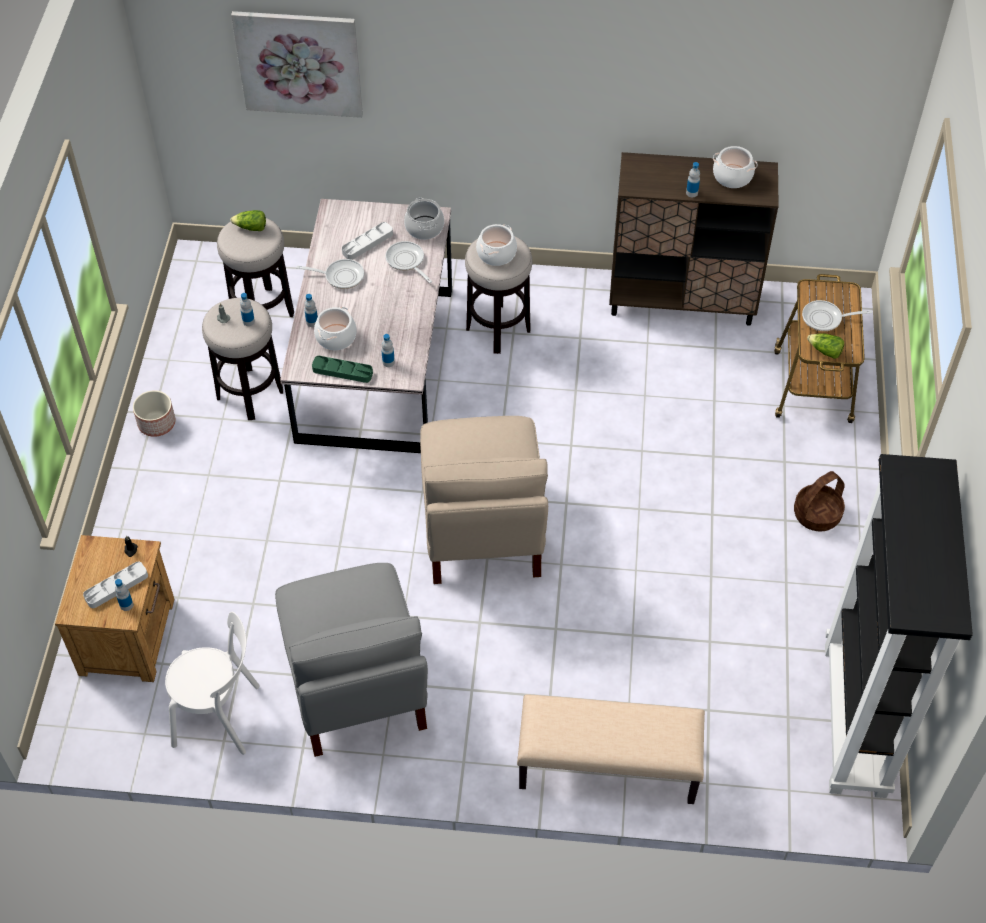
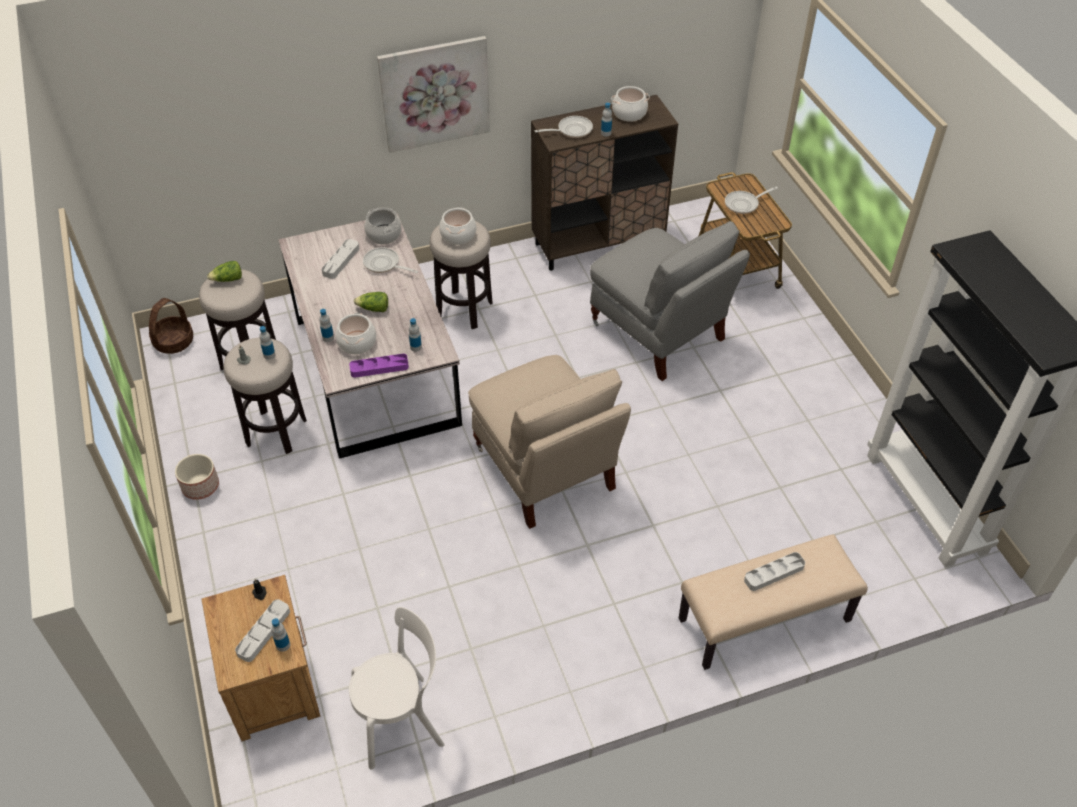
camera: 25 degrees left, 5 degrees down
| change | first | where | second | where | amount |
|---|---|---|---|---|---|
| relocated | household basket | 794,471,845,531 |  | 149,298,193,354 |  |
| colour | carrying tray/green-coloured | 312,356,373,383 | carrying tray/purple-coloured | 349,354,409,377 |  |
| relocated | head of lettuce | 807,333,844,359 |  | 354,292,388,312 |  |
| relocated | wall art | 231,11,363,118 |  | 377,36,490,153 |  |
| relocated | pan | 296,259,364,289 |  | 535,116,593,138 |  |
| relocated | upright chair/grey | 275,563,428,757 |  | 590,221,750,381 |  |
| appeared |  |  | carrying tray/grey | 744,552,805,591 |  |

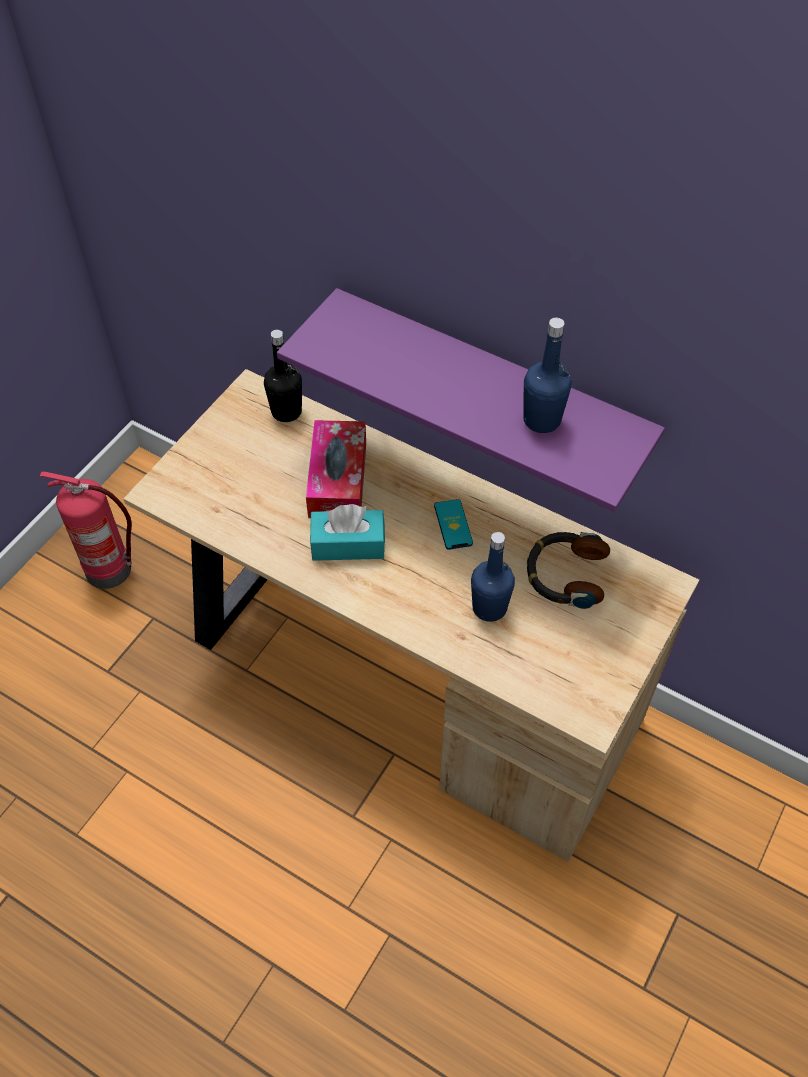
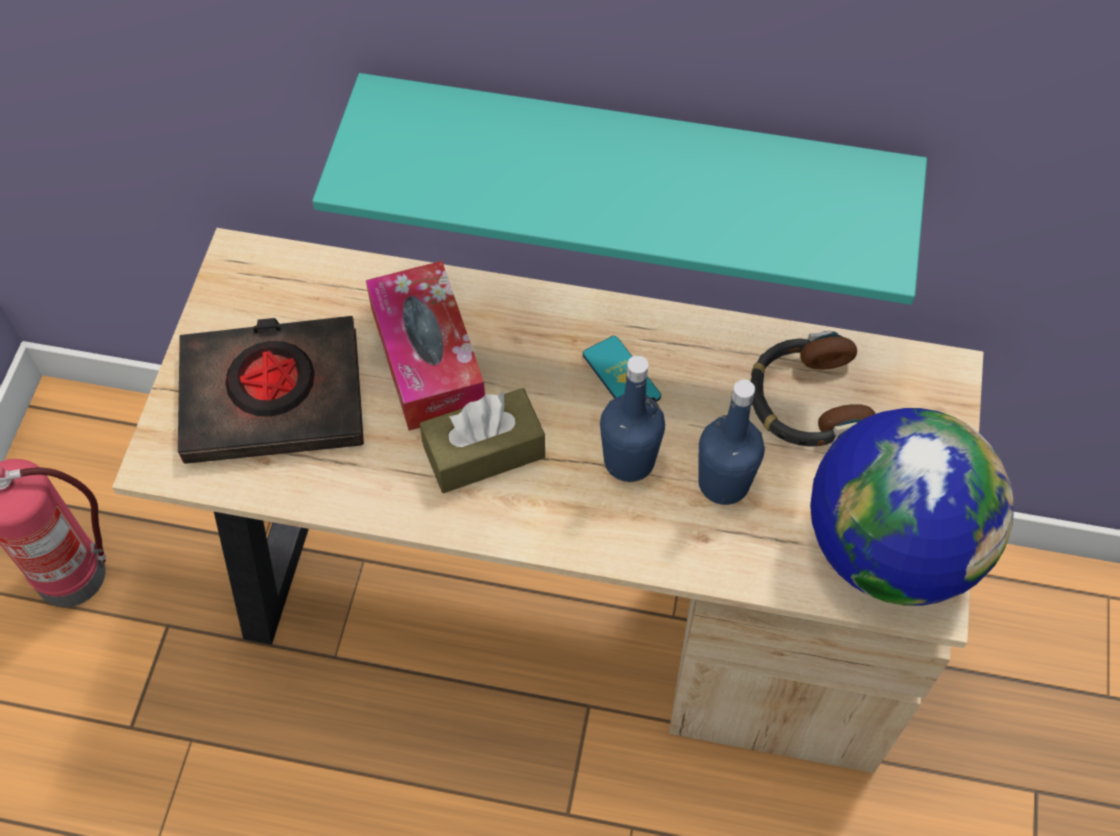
camera: 20 degrees left, 5 degrees up
| change | first | where | second | where | amount |
|---|---|---|---|---|---|
| appeared |  |  | book/black-coloured | 178,316,364,464 |  |
| colour | shelf/purple-coloured | 277,288,665,512 | shelf/blue-green | 312,73,927,305 |  |
| colour | box of tissues/blue-green | 310,504,385,561 | box of tissues/brown-coloured | 420,388,545,493 |  |
| relocated | beverage bottle/blue | 523,318,572,433 |  | 600,355,665,482 |  |
| appeared |  |  | globe | 810,408,1014,606 |  |
| missing | beverage bottle/black-coloured | 264,330,302,422 |  |  |  |

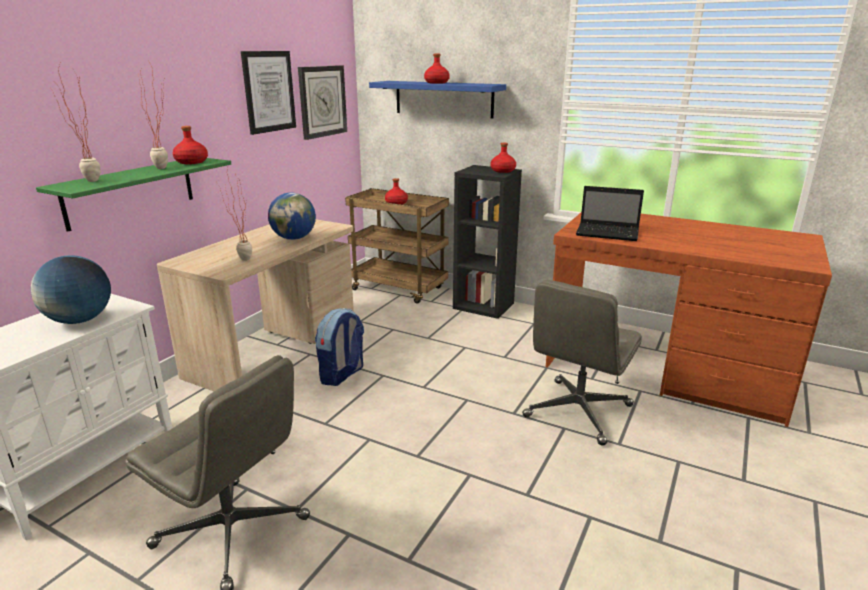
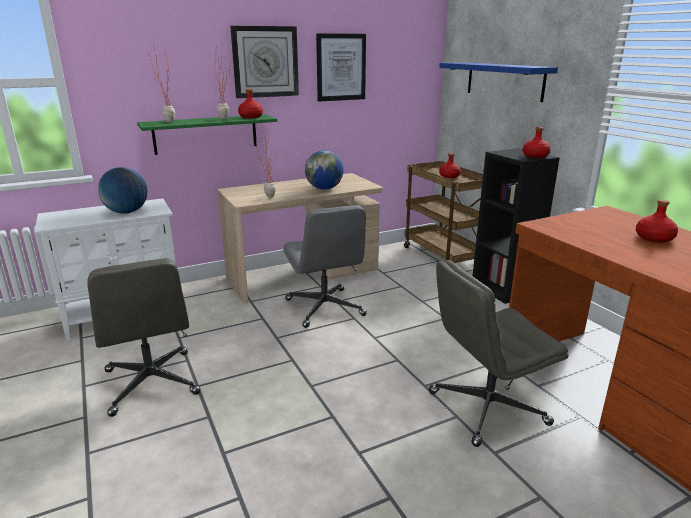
camera: 35 degrees right, 0 degrees up
| change | first | where | second | where | amount |
|---|---|---|---|---|---|
| relocated | hanging clock | 298,65,347,140 |  | 230,26,299,98 |  |
| exchanged | knapsack | 315,308,364,386 | office chair/grey | 283,205,367,328 |  |
| relocated | beverage bottle/reddish | 424,54,450,84 |  | 636,200,678,243 |  |
| missing | laptop | 576,186,644,241 |  |  |  |

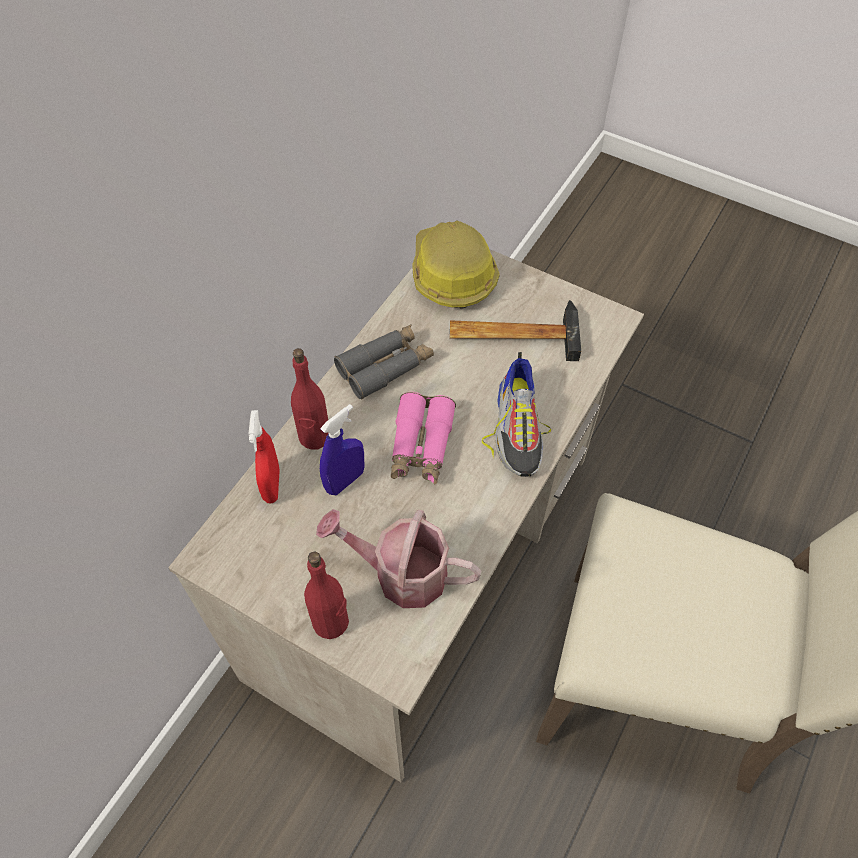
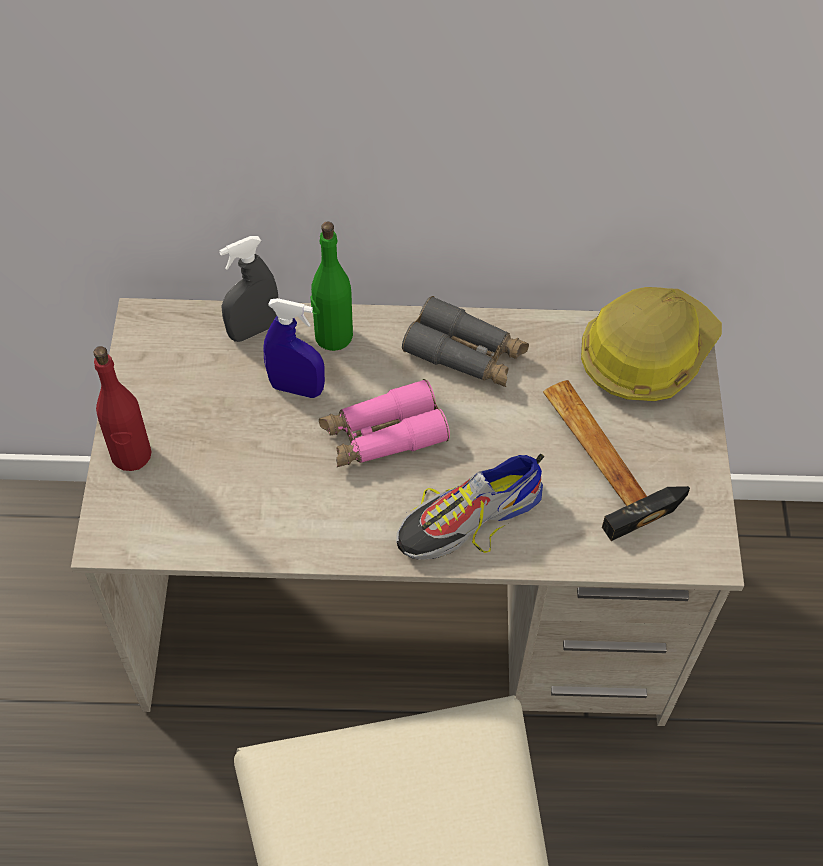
camera: 60 degrees right, 0 degrees up
| change | first | where | second | where | amount |
|---|---|---|---|---|---|
| colour | spray bottle/reddish | 248,410,280,503 | spray bottle/grey | 219,236,278,342 |  |
| colour | beverage bottle/reddish | 291,348,328,450 | beverage bottle/green-coloured | 310,222,353,351 |  |
| missing | watering can | 316,509,482,608 |  |  |  |

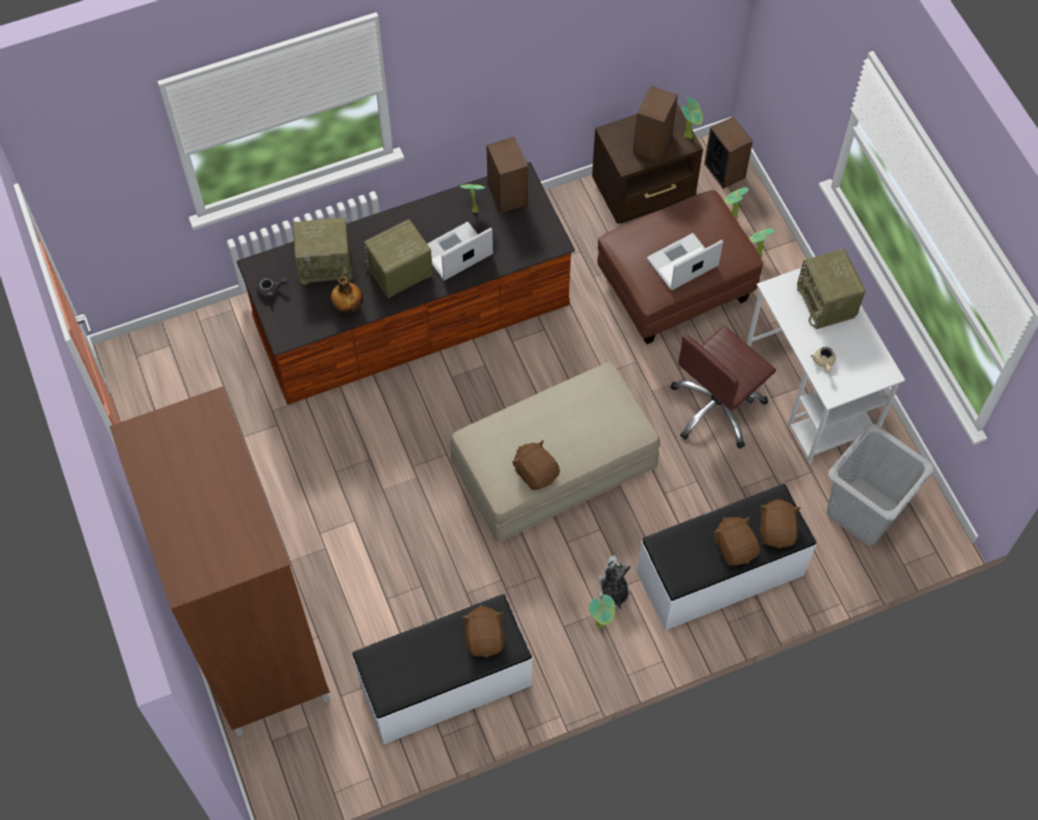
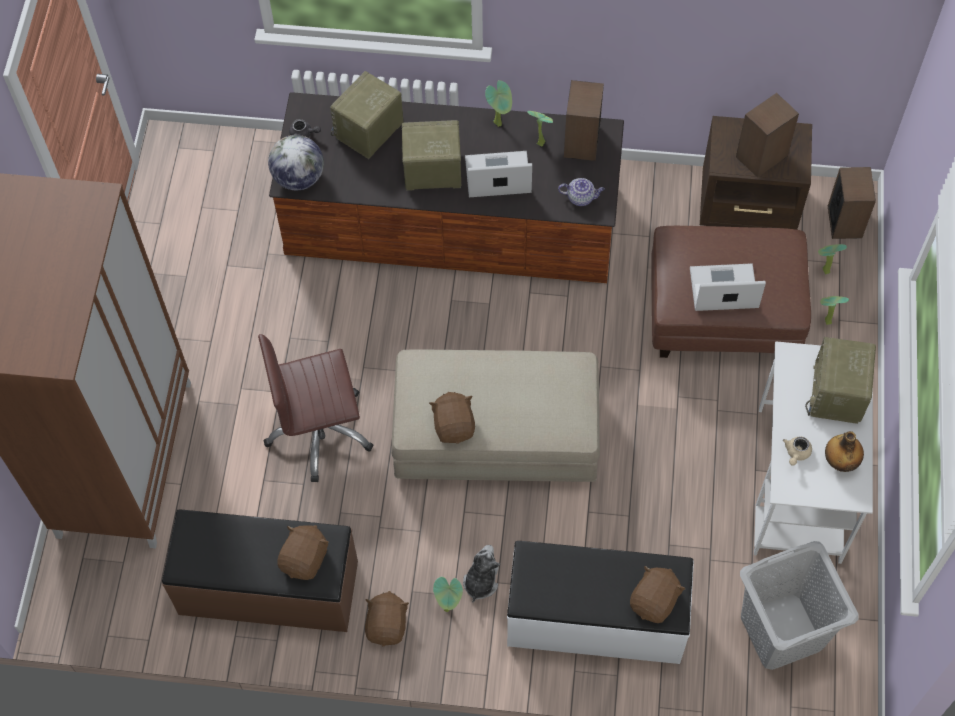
camera: 30 degrees right, 0 degrees up
| change | first | where | second | where | amount |
|---|---|---|---|---|---|
| colour | bench/white | 352,594,533,744 | bench/brown-coloured | 162,509,358,632 |  |
| relocated | office chair/brown-coloured | 670,326,776,449 |  | 258,334,374,482 |  |
| appeared |  |  | globe | 268,135,324,190 |  |
| spun | radio | 293,217,355,285 |  | 330,71,404,159 | 105 degrees clockwise |
| relocated | cuddly toy/brown-coloured | 713,517,760,566 |  | 365,591,409,646 |  |
| relocated | plant in a pot | 682,97,703,139 |  | 485,80,512,127 |  |
| appeared |  |  | pot for tea | 558,178,605,206 |  |
| relocated | beverage bottle | 331,277,363,313 |  | 825,431,864,472 |  |

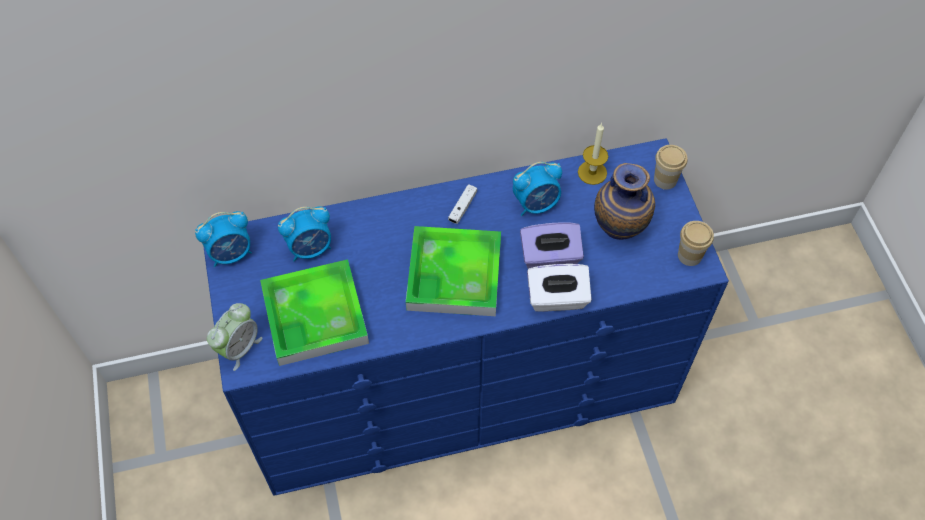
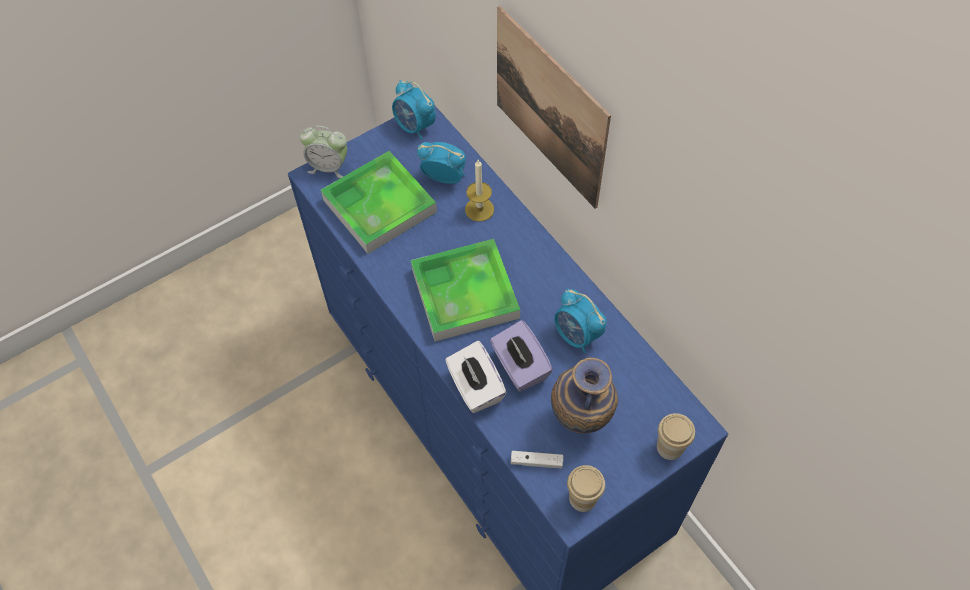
camera: 70 degrees right, 0 degrees up
| change | first | where | second | where | amount |
|---|---|---|---|---|---|
| spun | bedside clock | 278,206,331,262 |  | 417,142,466,184 | 150 degrees clockwise |
| relocated | candle | 578,123,608,185 |  | 465,160,494,222 |  |
| appeared |  |  | wall art | 497,6,611,209 |  |
| relocated | joypad/white | 448,184,477,224 |  | 511,451,563,468 |  |

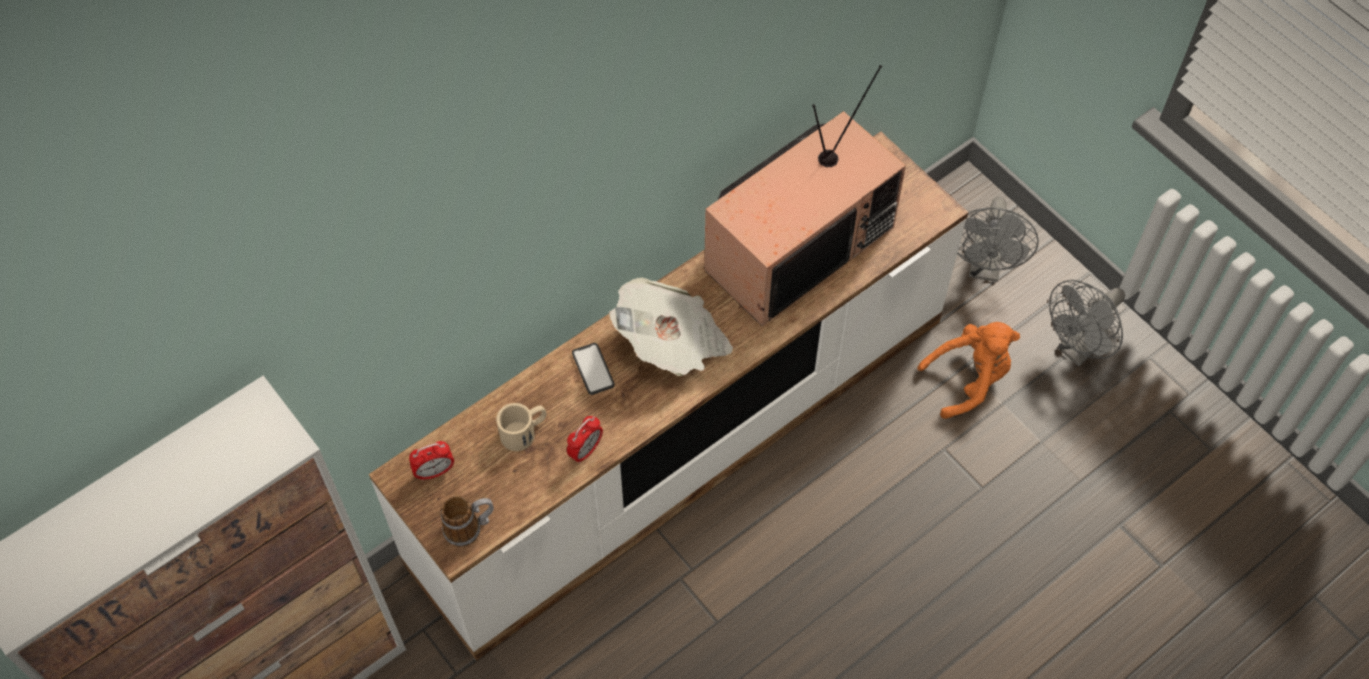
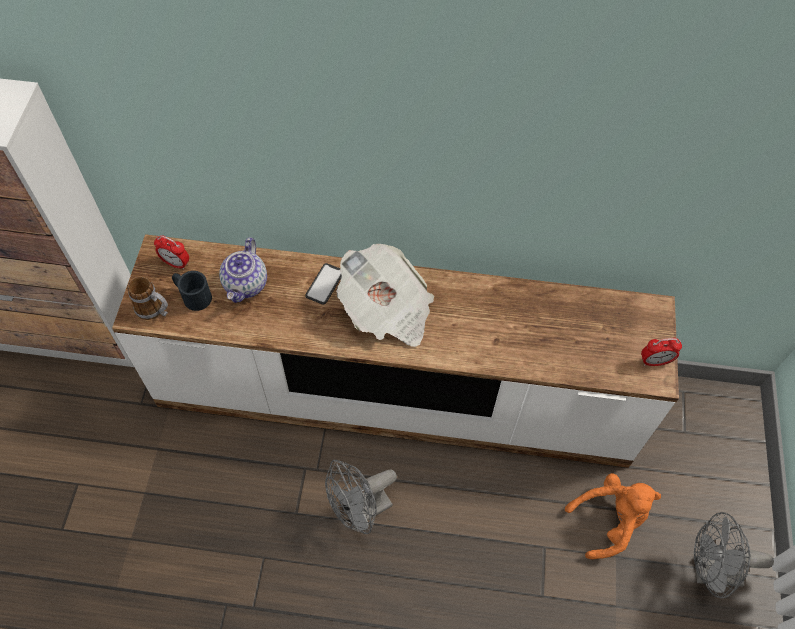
camera: 45 degrees right, 0 degrees up
| change | first | where | second | where | amount |
|---|---|---|---|---|---|
| appeared |  |  | mug/black-coloured | 172,271,212,311 |  |
| exchanged | mug/sand-coloured | 496,403,546,451 | pot for tea | 219,237,267,303 |  |
| relocated | fan/grey | 957,197,1039,282 |  | 325,460,397,534 |  |
| spun | cuddly toy/orangey | 917,322,1020,419 |  | 565,473,661,559 | 45 degrees counterclockwise |
| relocated | bedside clock | 567,416,603,463 |  | 641,338,682,366 |  |
| missing | TV set | 704,65,906,326 |  |  |  |

